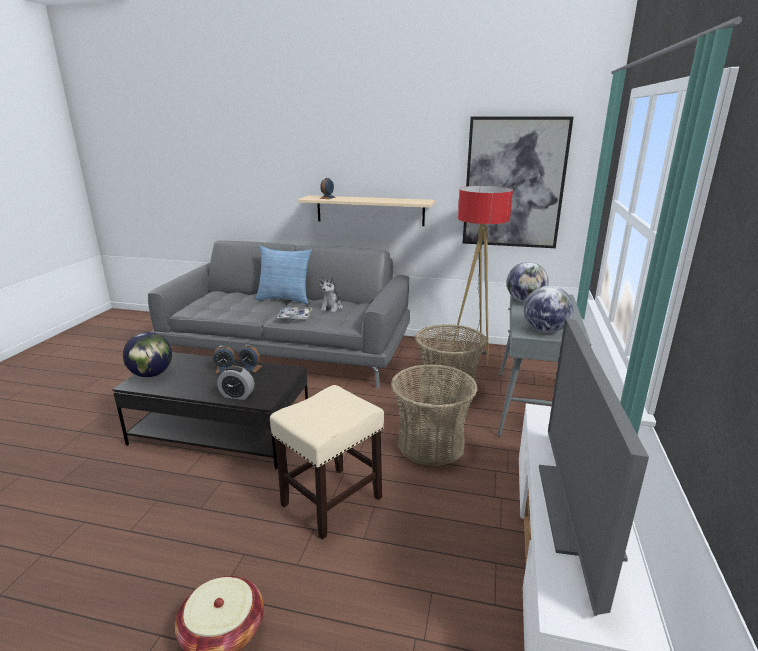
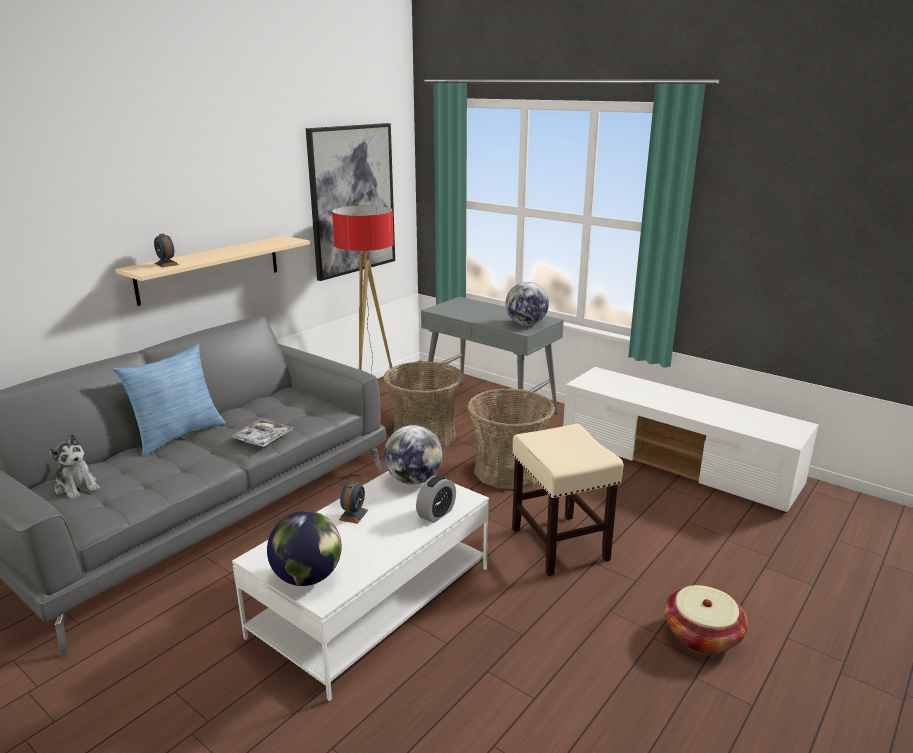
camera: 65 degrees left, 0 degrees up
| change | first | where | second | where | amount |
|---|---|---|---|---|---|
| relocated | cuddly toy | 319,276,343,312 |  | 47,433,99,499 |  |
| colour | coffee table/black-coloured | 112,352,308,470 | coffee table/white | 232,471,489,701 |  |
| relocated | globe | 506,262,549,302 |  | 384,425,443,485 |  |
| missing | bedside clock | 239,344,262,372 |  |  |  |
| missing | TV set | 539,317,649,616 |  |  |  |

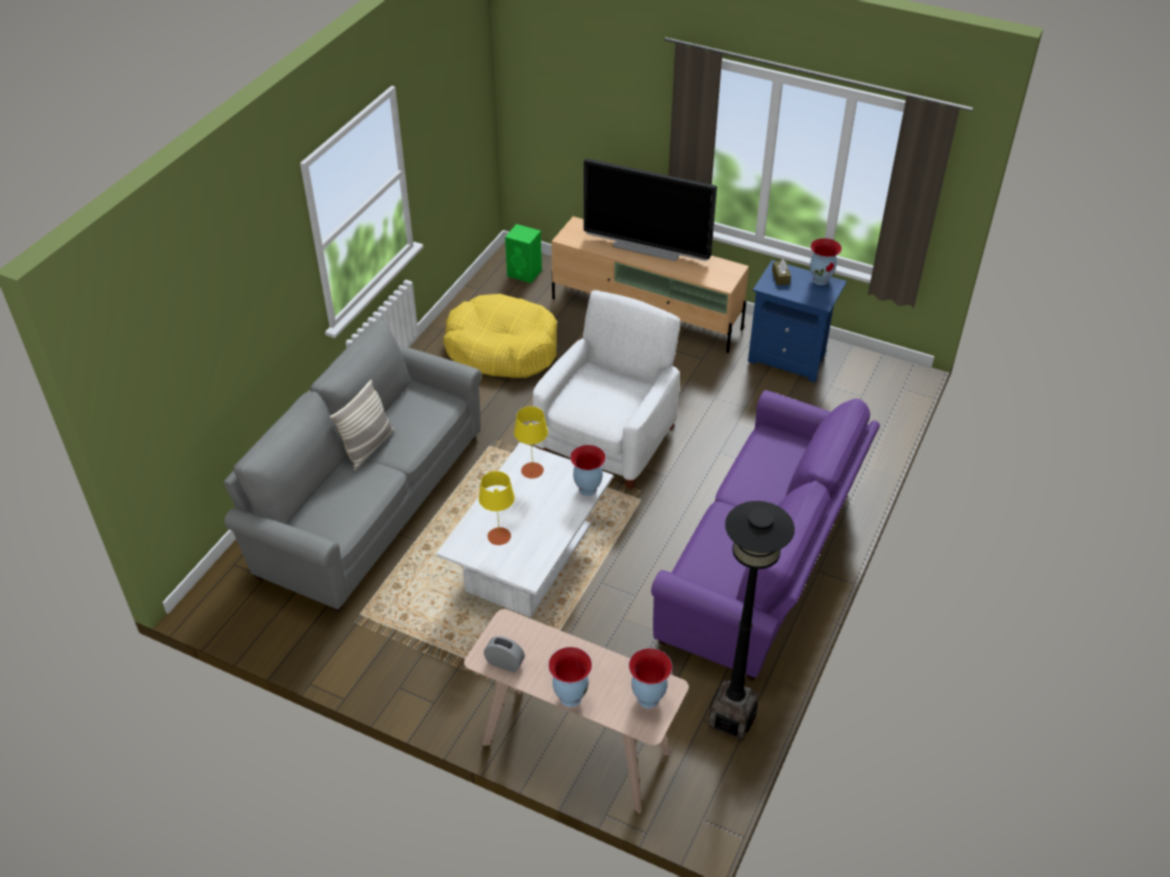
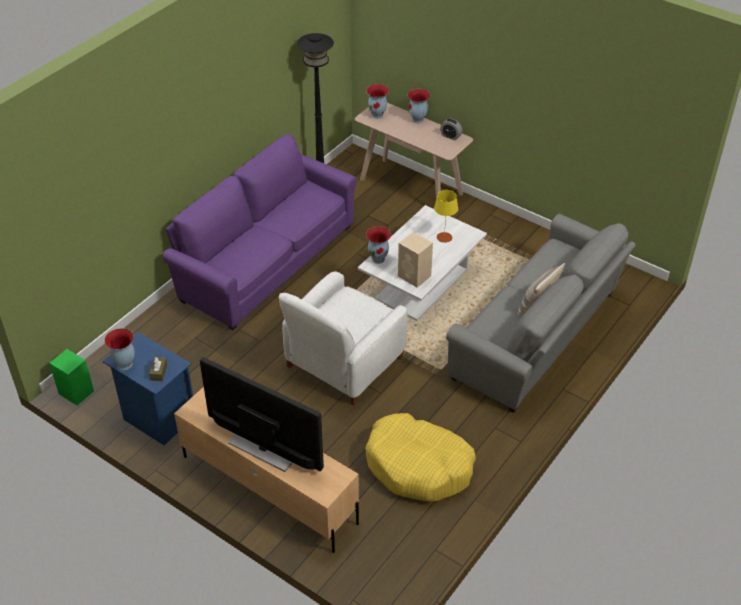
camera: 170 degrees left, 0 degrees up
| change | first | where | second | where | amount |
|---|---|---|---|---|---|
| relocated | loudspeaker/green-coloured | 505,224,542,283 |  | 49,349,94,406 |  |
| exchanged | table lamp/yellow | 514,406,548,479 | loudspeaker/sand-coloured | 398,232,433,287 |  |

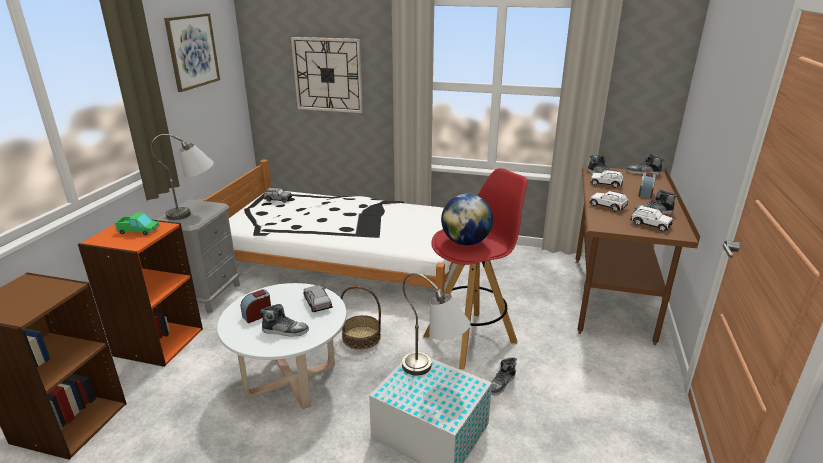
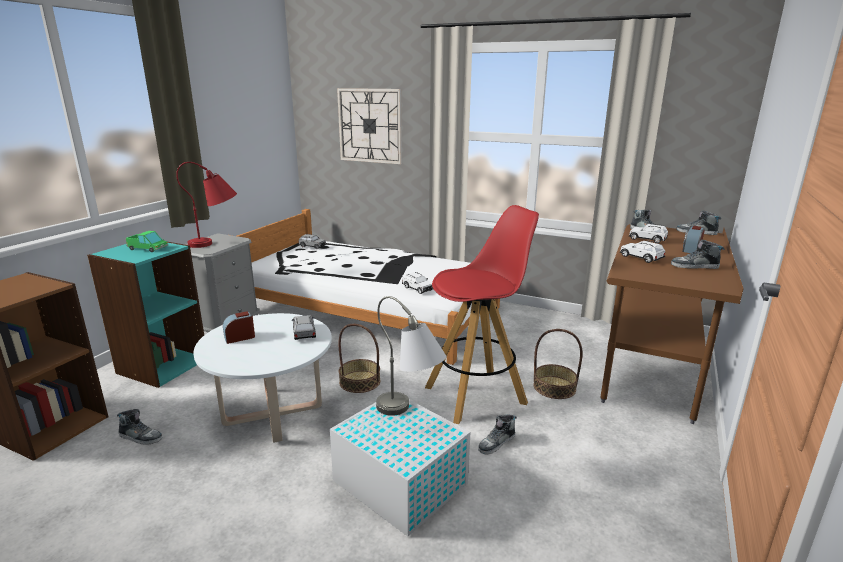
camera: 10 degrees right, 5 degrees down
| change | first | where | second | where | amount |
|---|---|---|---|---|---|
| colour | bookshelf/orangey | 78,220,203,367 | bookshelf/blue-green | 87,242,204,388 |  |
| relocated | low shoe | 260,304,309,337 |  | 117,409,163,445 |  |
| colour | table lamp/grey | 151,134,214,220 | table lamp/reddish | 176,162,237,248 |  |
| relocated | model car/white | 630,206,673,232 |  | 402,272,433,294 |  |
| appeared |  |  | household basket | 533,329,583,399 |  |
| missing | wall art | 164,13,220,92 |  |  |  |
| missing | globe | 441,194,493,245 |  |  |  |

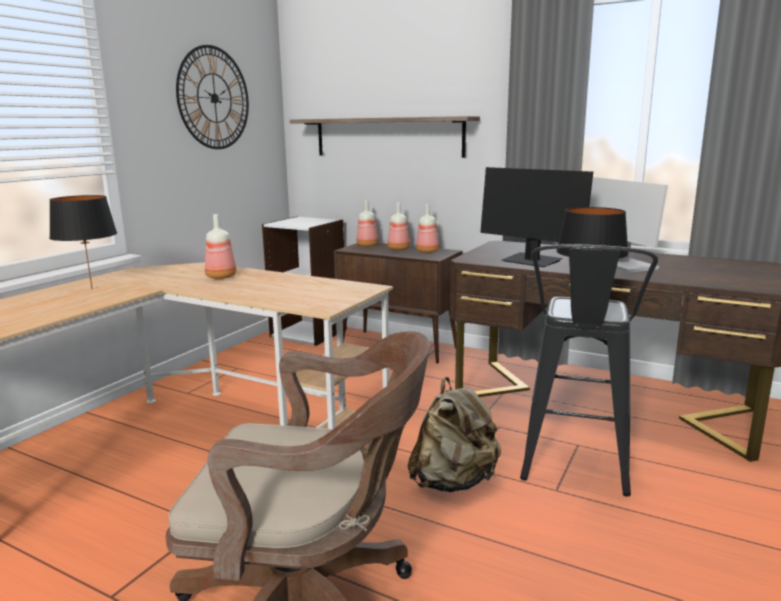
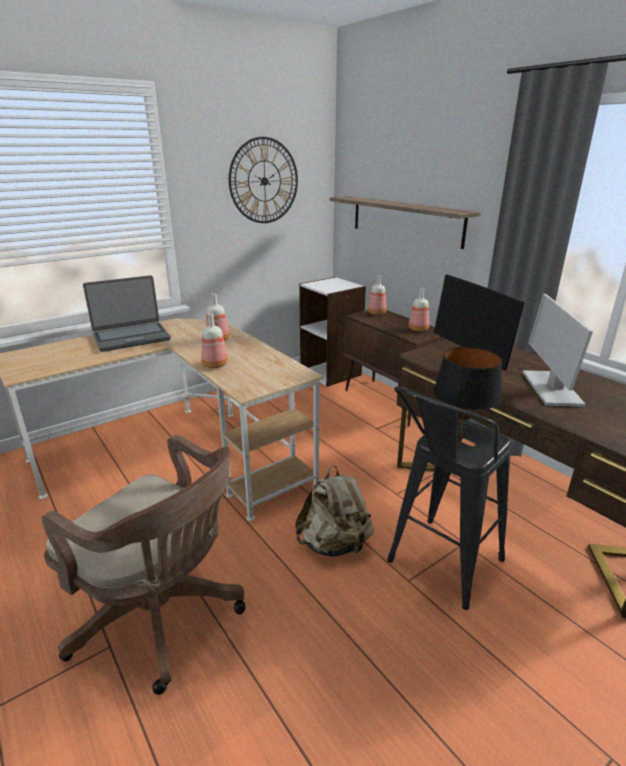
camera: 25 degrees right, 10 degrees up
| change | first | where | second | where | amount |
|---|---|---|---|---|---|
| exchanged | table lamp/black-coloured | 49,195,117,288 | laptop | 83,275,171,352 |  |
| relocated | beverage bottle | 387,203,410,250 |  | 201,313,228,368 |  |

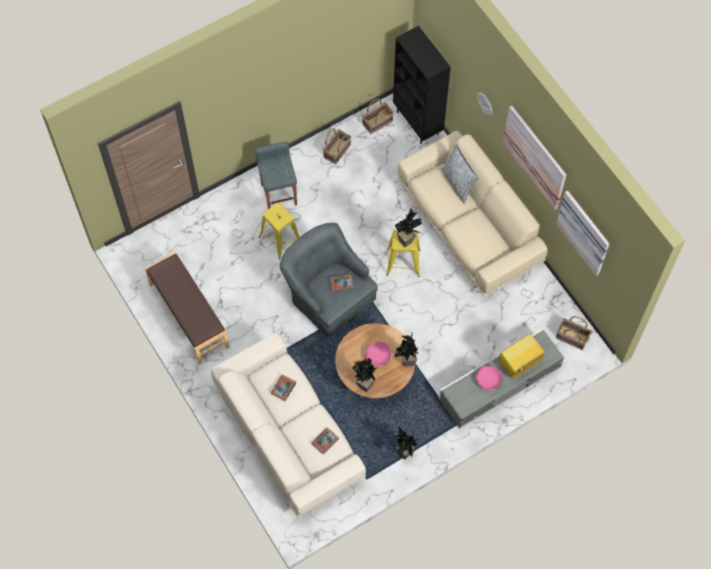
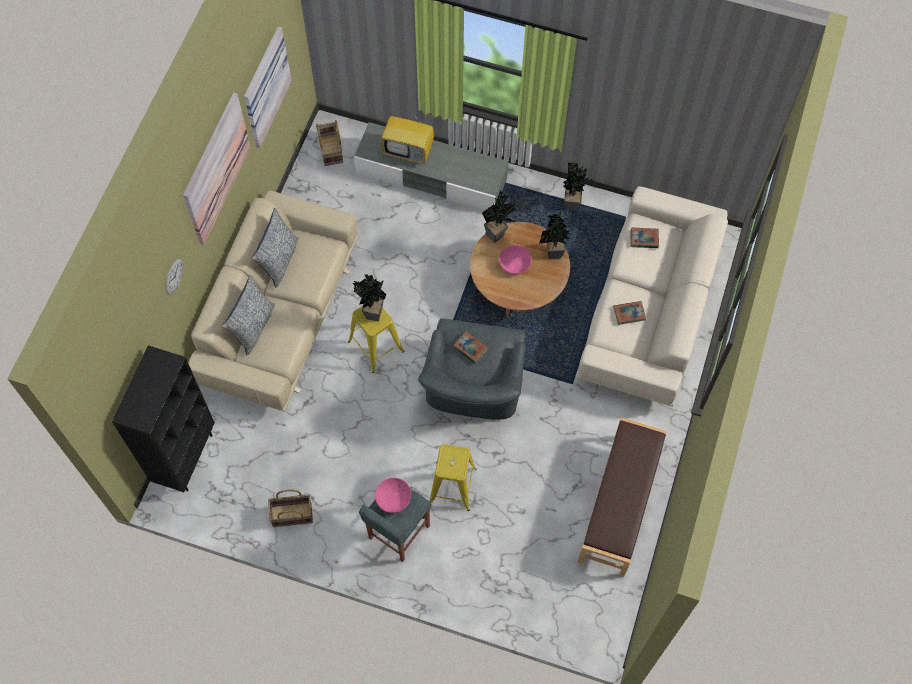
camera: 130 degrees left, 0 degrees up
| change | first | where | second | where | amount |
|---|---|---|---|---|---|
| appeared |  |  | cushion | 252,208,299,288 |  |
| relocated | serving bowl/pinkish | 476,366,502,391 |  | 375,478,411,513 |  |
| missing | household basket | 362,99,394,134 |  |  |  |

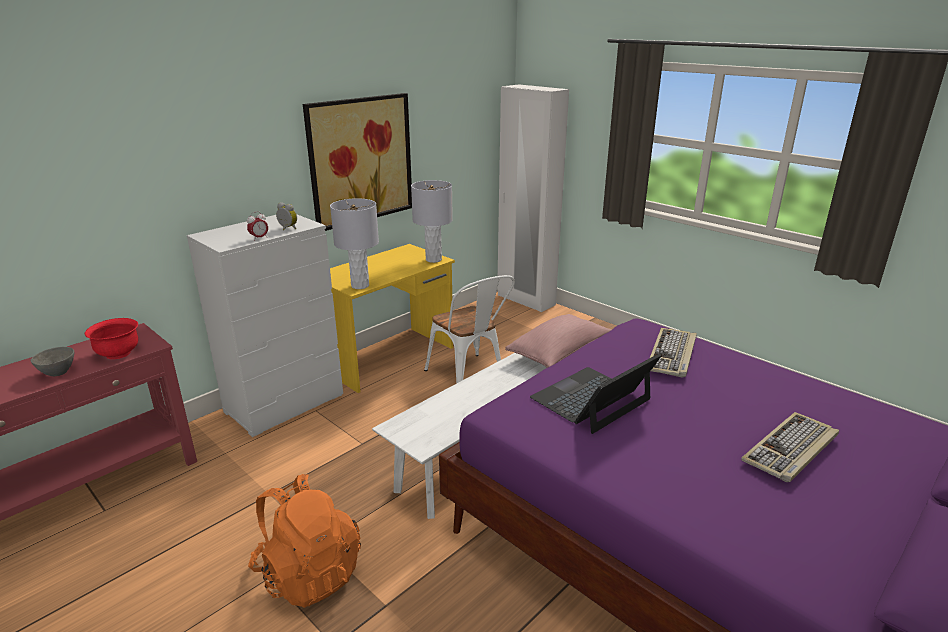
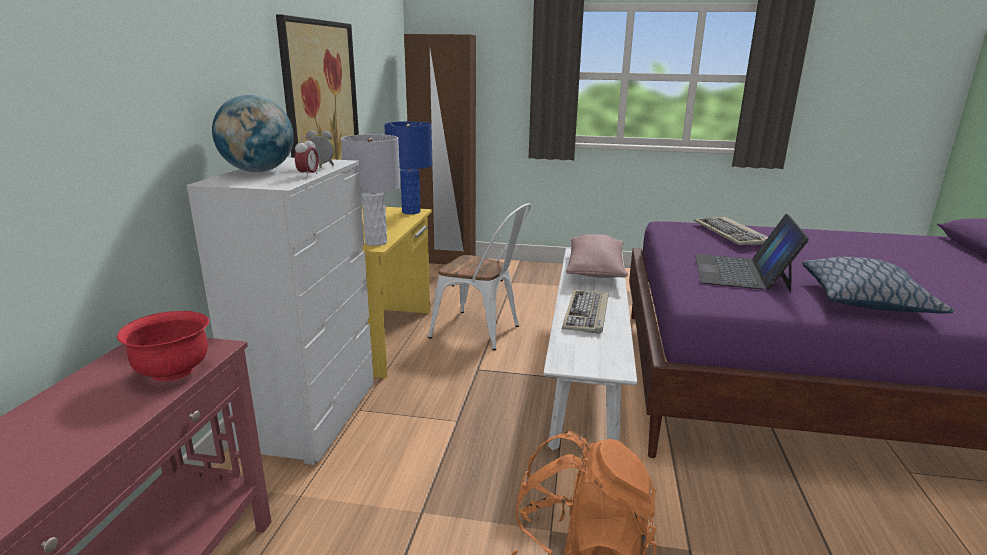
camera: 35 degrees left, 5 degrees down
| change | first | where | second | where | amount |
|---|---|---|---|---|---|
| appeared |  |  | globe | 212,94,294,172 |  |
| colour | table lamp/grey | 411,180,453,263 | table lamp/blue | 384,121,432,214 |  |
| colour | clothes cupboard/white | 497,84,569,312 | clothes cupboard/brown-coloured | 404,34,476,265 |  |
| relocated | PC keyboard | 741,412,839,482 |  | 562,290,609,334 |  |
| appeared |  |  | cushion | 802,257,954,313 |  |
| missing | serving bowl/grey | 31,347,74,376 |  |  |  |

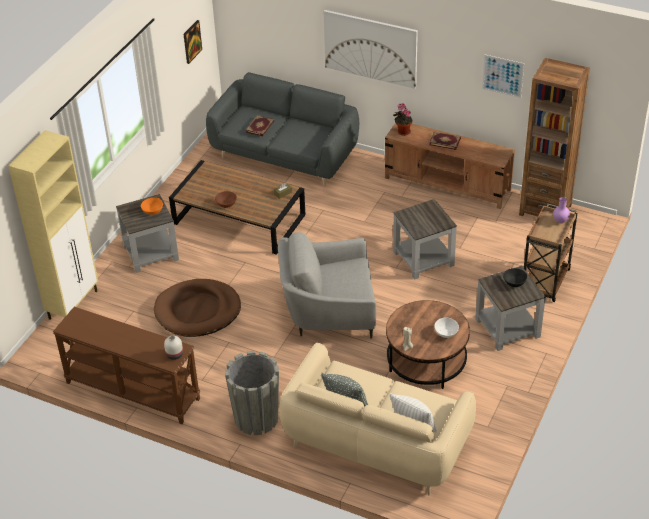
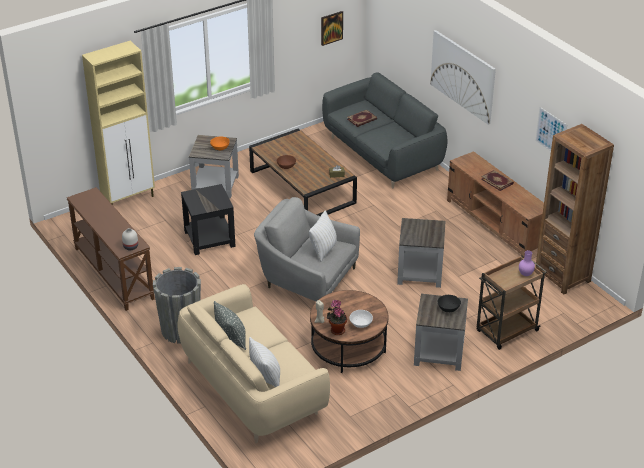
camera: 30 degrees right, 5 degrees down
| change | first | where | second | where | amount |
|---|---|---|---|---|---|
| exchanged | pet bed/brown-coloured | 154,279,241,337 | end table/black-coloured | 181,184,236,255 |  |
| appeared |  |  | cushion/white | 309,210,337,262 |  |
| relocated | plant in a pot | 393,103,412,136 |  | 327,300,347,335 |  |

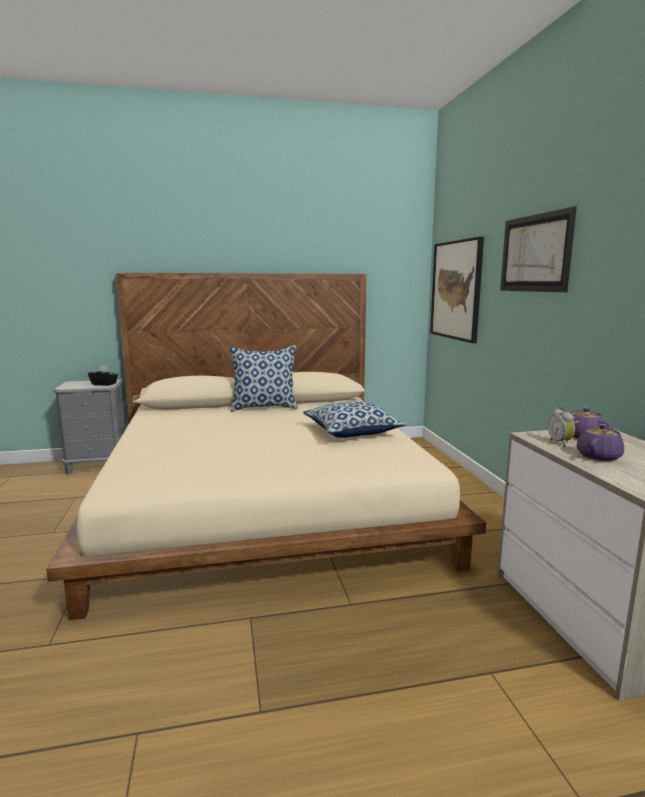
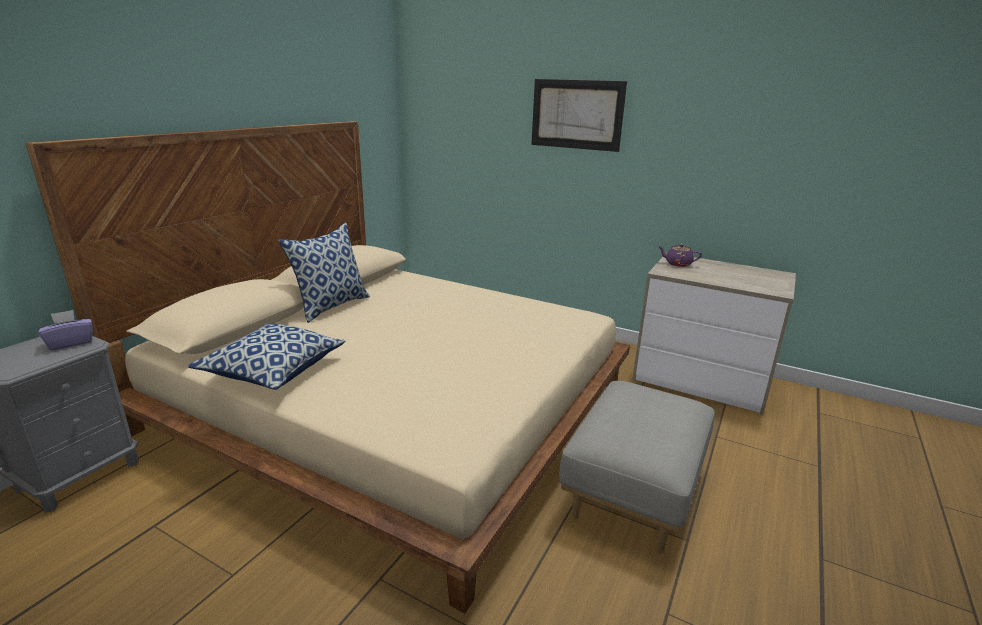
camera: 50 degrees left, 10 degrees up
| change | first | where | second | where | amount |
|---|---|---|---|---|---|
| colour | box of tissues/black-coloured | 88,365,118,386 | box of tissues/purple-coloured | 38,310,93,351 |  |
| relocated | cushion | 303,401,406,438 |  | 188,323,345,390 |  |
| appeared |  |  | ottoman/grey | 559,381,715,553 |  |
| missing | wall art | 430,237,484,343 |  |  |  |
| missing | bedside clock | 548,409,575,447 |  |  |  |
| missing | pot for tea/purple-coloured | 576,424,624,461 |  |  |  |

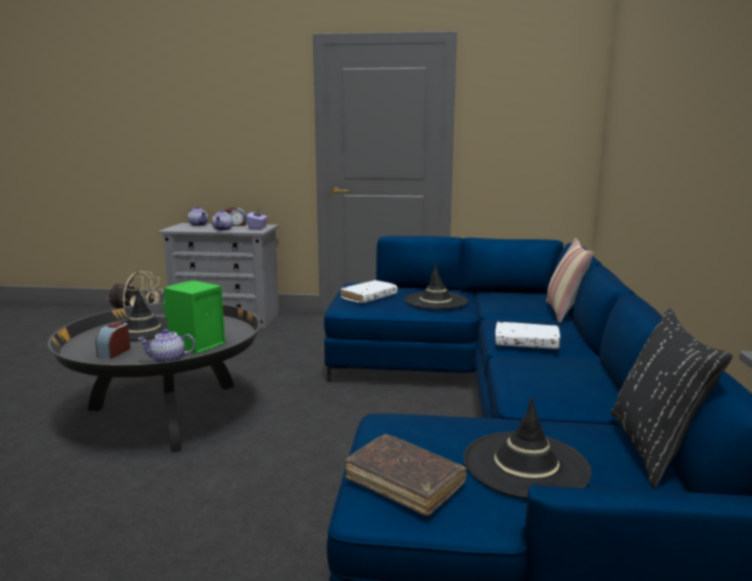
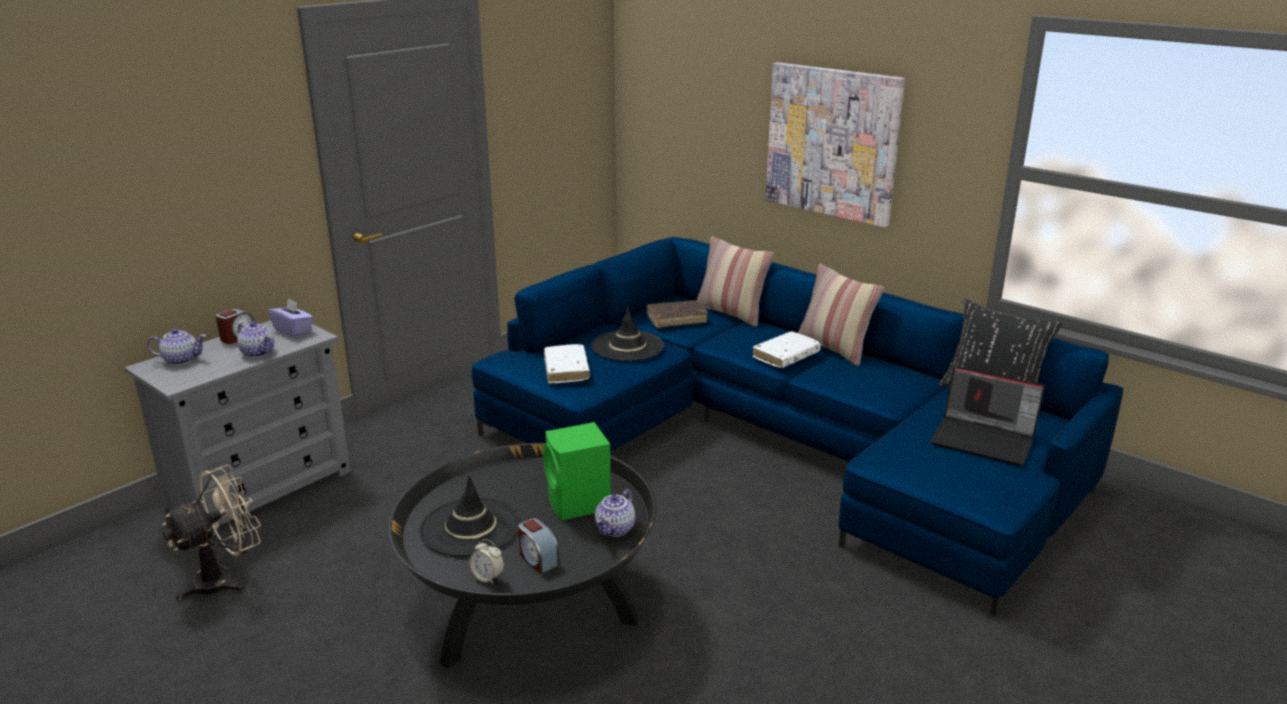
camera: 55 degrees left, 10 degrees up
| change | first | where | second | where | amount |
|---|---|---|---|---|---|
| appeared |  |  | bedside clock | 469,539,504,584 |  |
| relocated | book/brown-coloured | 345,434,467,516 |  | 646,300,708,328 |  |
| appeared |  |  | wall art | 766,62,905,227 |  |
| appeared |  |  | cushion | 798,264,884,366 |  |
| exchanged | clothing hat/black-coloured | 464,397,592,499 | laptop | 930,366,1045,466 |  |

